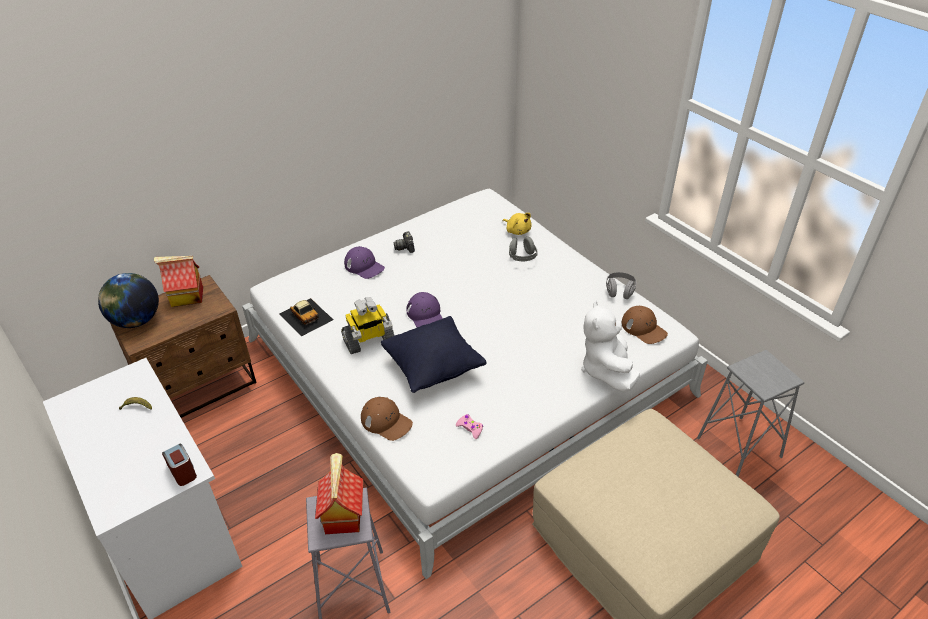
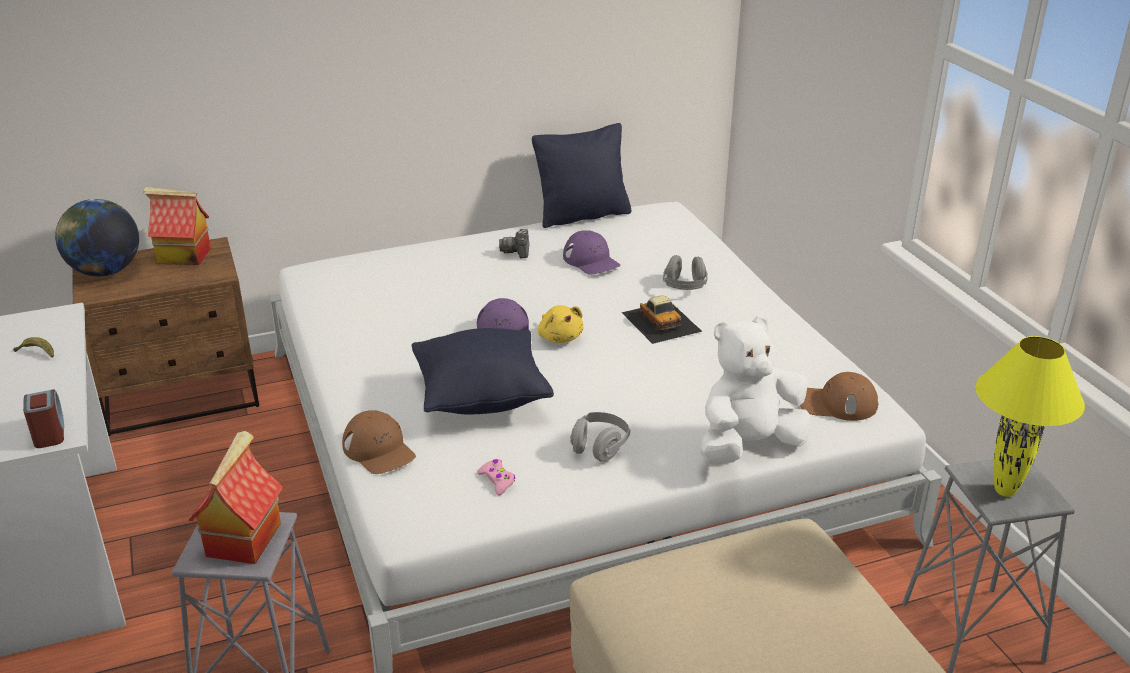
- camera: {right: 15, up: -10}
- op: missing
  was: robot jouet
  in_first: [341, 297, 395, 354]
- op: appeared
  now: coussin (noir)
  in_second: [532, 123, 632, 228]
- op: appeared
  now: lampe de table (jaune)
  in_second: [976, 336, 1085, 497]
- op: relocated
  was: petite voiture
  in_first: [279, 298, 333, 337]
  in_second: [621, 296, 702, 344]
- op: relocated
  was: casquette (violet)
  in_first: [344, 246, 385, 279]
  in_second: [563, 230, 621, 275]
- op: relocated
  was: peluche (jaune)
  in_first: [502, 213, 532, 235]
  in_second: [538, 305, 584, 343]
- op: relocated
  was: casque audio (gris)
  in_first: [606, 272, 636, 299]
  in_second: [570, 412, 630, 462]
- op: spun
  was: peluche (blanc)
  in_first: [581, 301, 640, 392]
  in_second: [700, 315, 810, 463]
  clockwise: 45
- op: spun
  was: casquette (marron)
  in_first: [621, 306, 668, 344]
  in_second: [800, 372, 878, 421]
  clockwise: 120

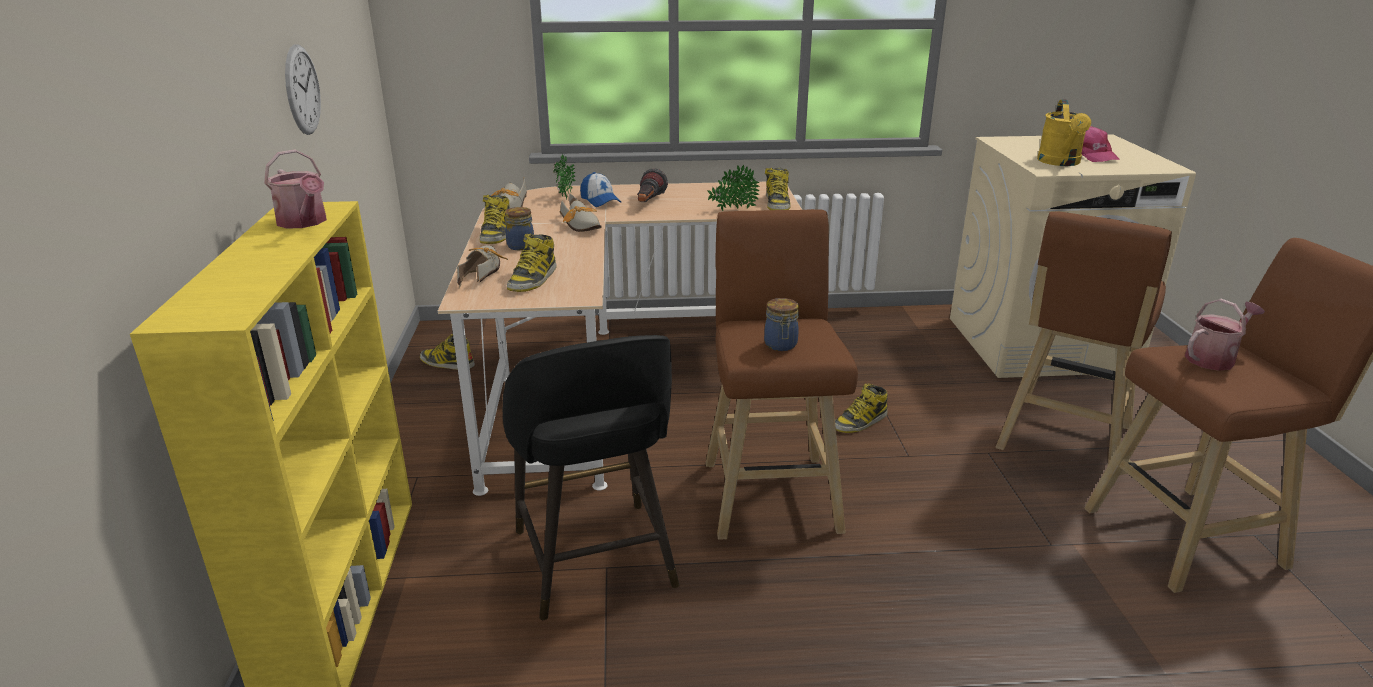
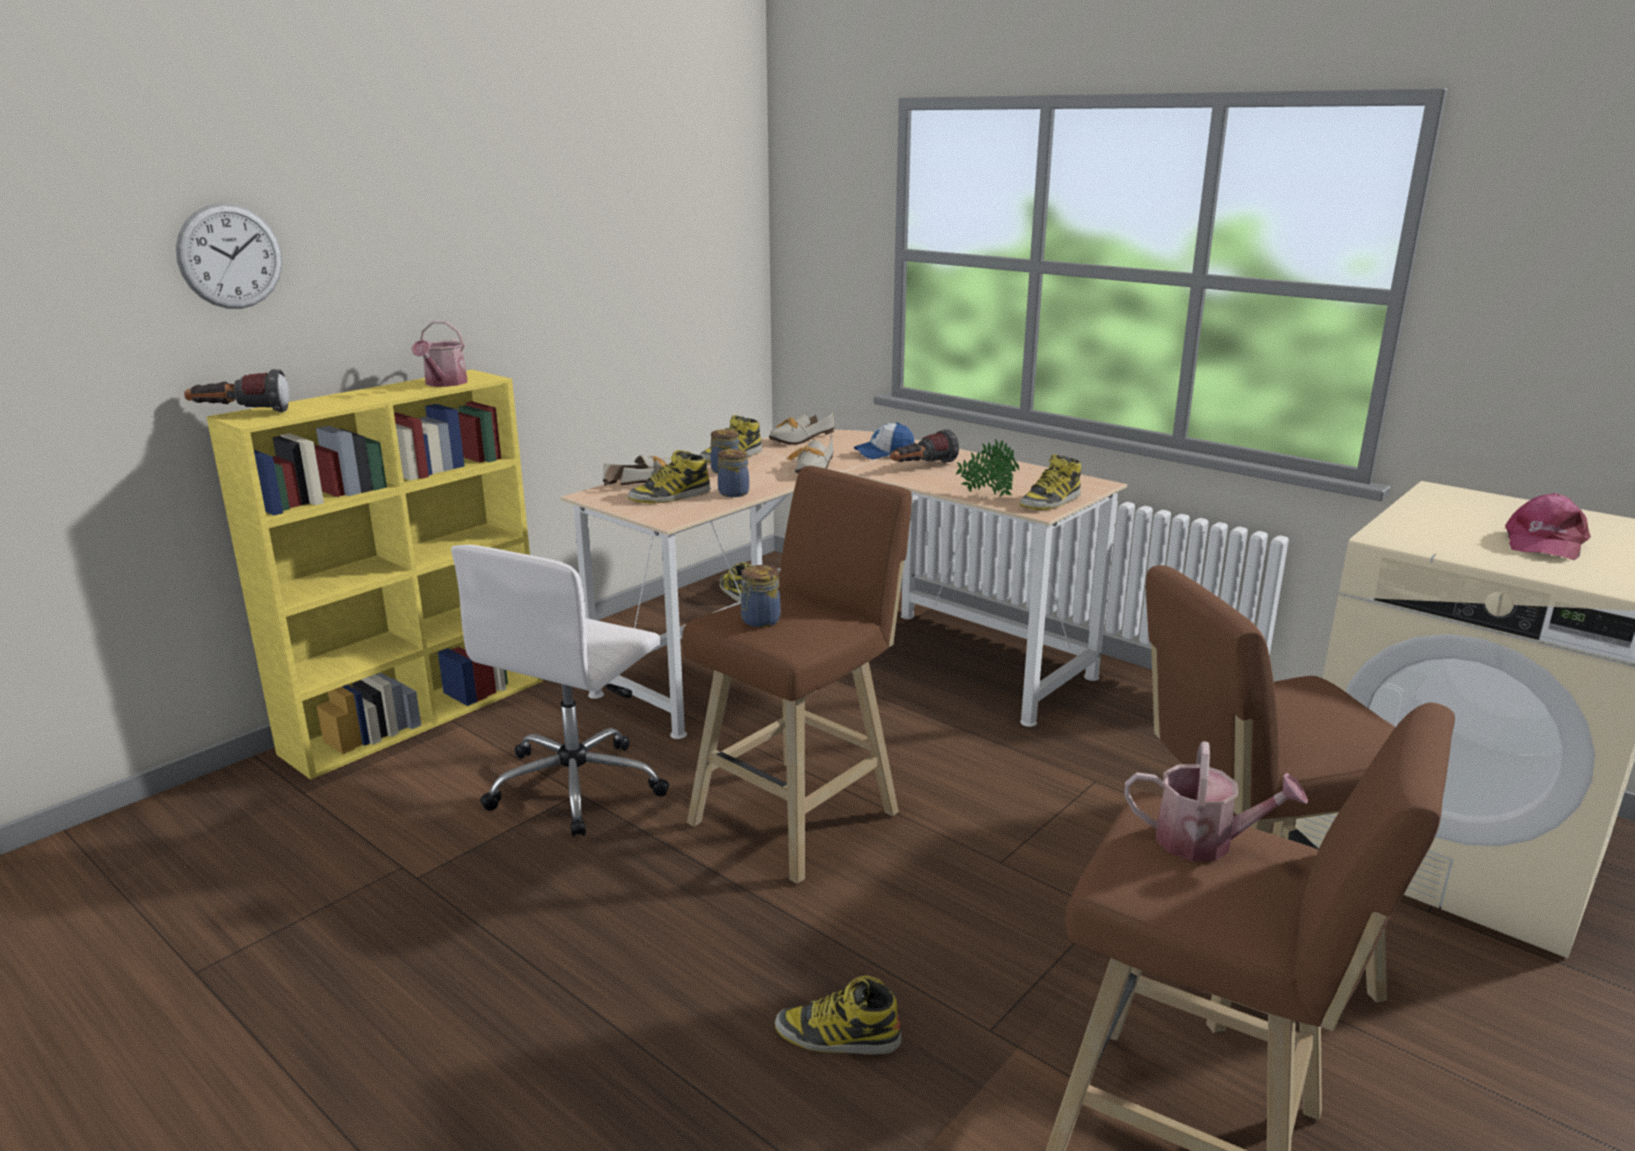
- camera: {right: 45, up: -5}
- op: missing
  was: plante en pot
  in_first: [553, 154, 576, 200]
- op: missing
  was: arrosoir (jaune)
  in_first: [1037, 99, 1091, 166]
- op: appeared
  now: lampe de poche
  in_second: [184, 369, 289, 412]
- op: appeared
  now: bocal
  in_second: [718, 449, 749, 497]
- op: relocated
  was: horloge murale
  in_first: [285, 44, 321, 135]
  in_second: [176, 203, 282, 309]
- op: relocated
  was: botte
  in_first: [835, 384, 888, 433]
  in_second: [775, 975, 901, 1055]
- op: exchanged
  was: tabouret (noir)
  now: chaise de bureau (blanc)
  in_first: [503, 335, 679, 620]
  in_second: [451, 545, 669, 837]
- op: spun
  was: casquette
  in_first: [580, 172, 621, 207]
  in_second: [854, 422, 915, 459]
  clockwise: 60

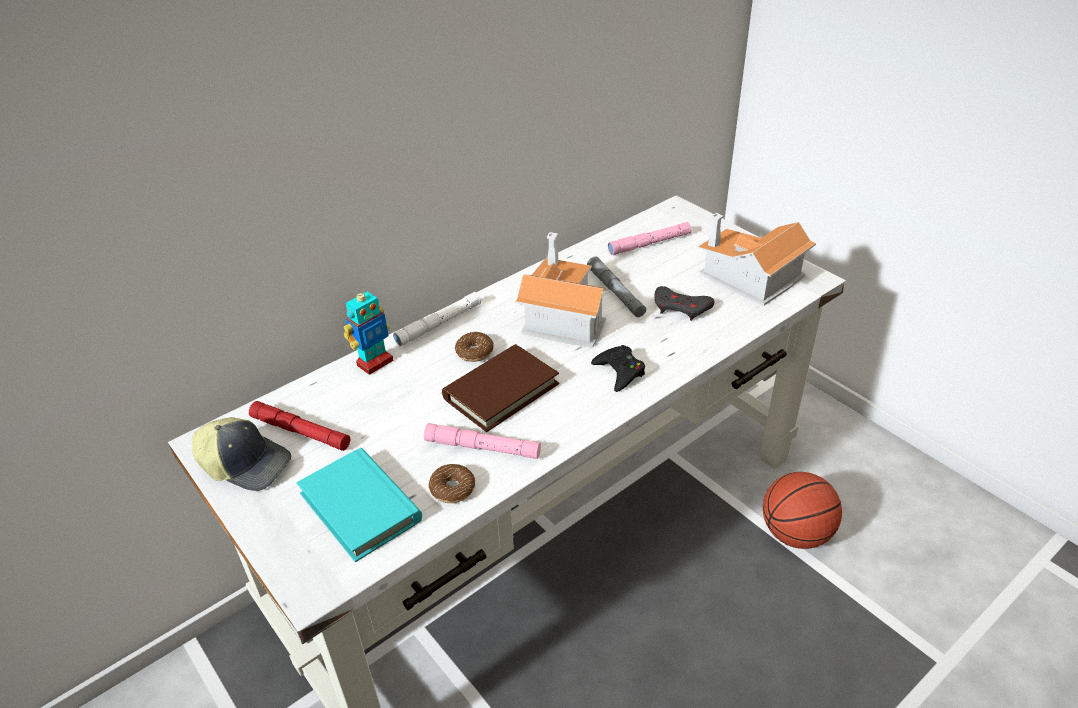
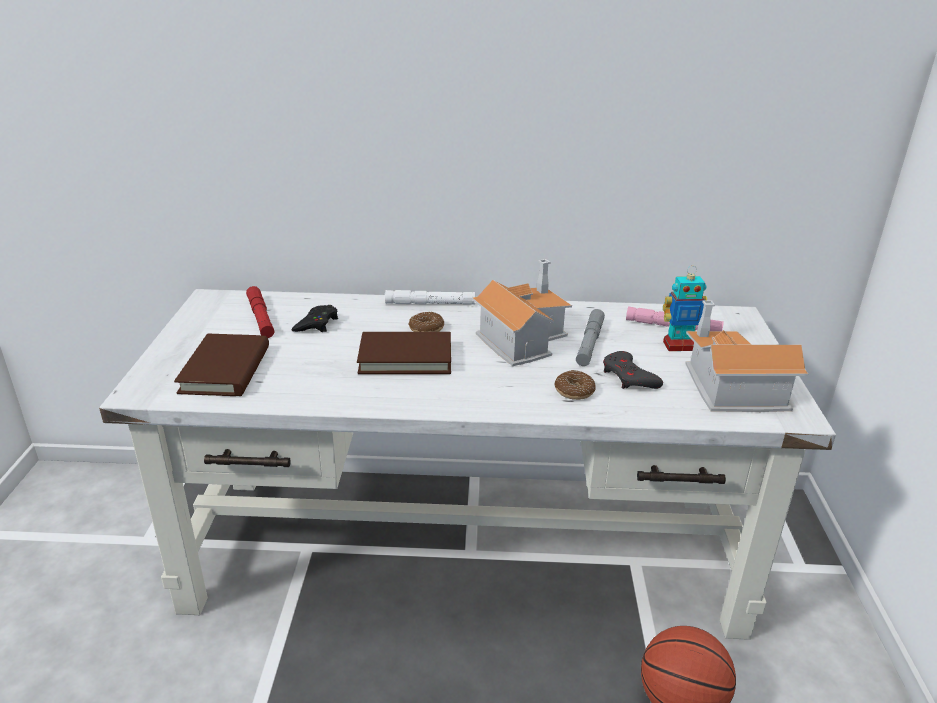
- camera: {right: 40, up: -10}
- op: missing
  was: casquette
  in_first: [192, 417, 291, 491]
- op: missing
  was: lampe de poche (rose)
  in_first: [424, 423, 541, 459]
- op: relocated
  was: robot jouet
  in_first: [344, 286, 393, 375]
  in_second: [663, 266, 707, 351]
- op: relocated
  was: beignet
  in_first: [429, 464, 475, 503]
  in_second: [554, 370, 596, 400]
- op: relocated
  was: manette (noir)
  in_first: [591, 345, 645, 392]
  in_second: [292, 305, 338, 332]
- op: colour
  was: livre (turquoise)
  now: livre (marron)
  in_first: [297, 448, 422, 562]
  in_second: [174, 334, 269, 396]

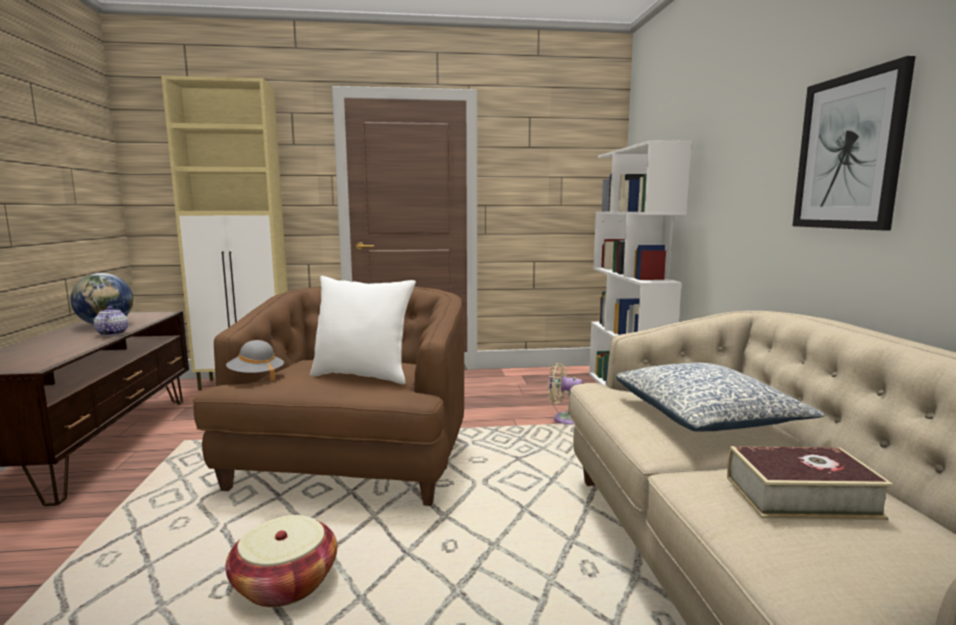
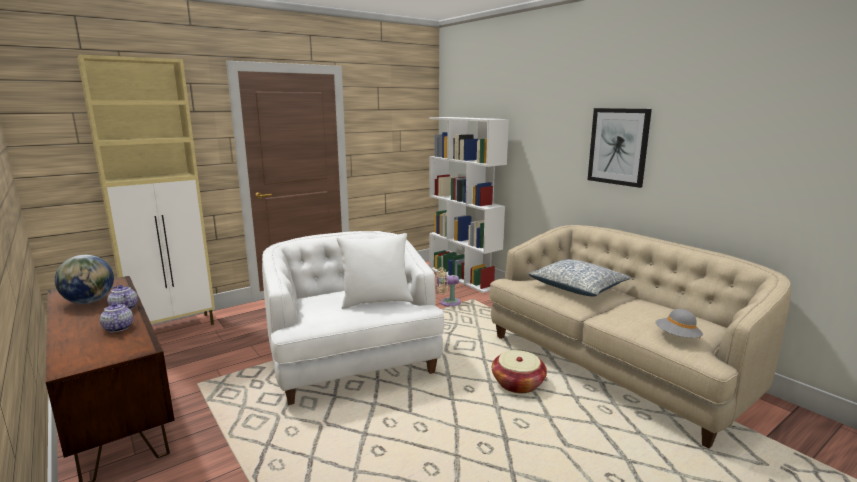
- camera: {right: -30, up: 5}
- op: missing
  was: livre
  in_first: [727, 446, 893, 520]
- op: appeared
  now: théière
  in_second: [100, 302, 133, 332]
- op: relocated
  was: chapeau (gris)
  in_first: [226, 340, 284, 381]
  in_second: [656, 309, 703, 338]
- op: relocated
  was: panier
  in_first: [226, 515, 337, 607]
  in_second: [492, 350, 547, 393]
- op: colour
  was: fauteuil (marron)
  now: fauteuil (blanc)
  in_first: [193, 287, 464, 506]
  in_second: [262, 231, 444, 405]

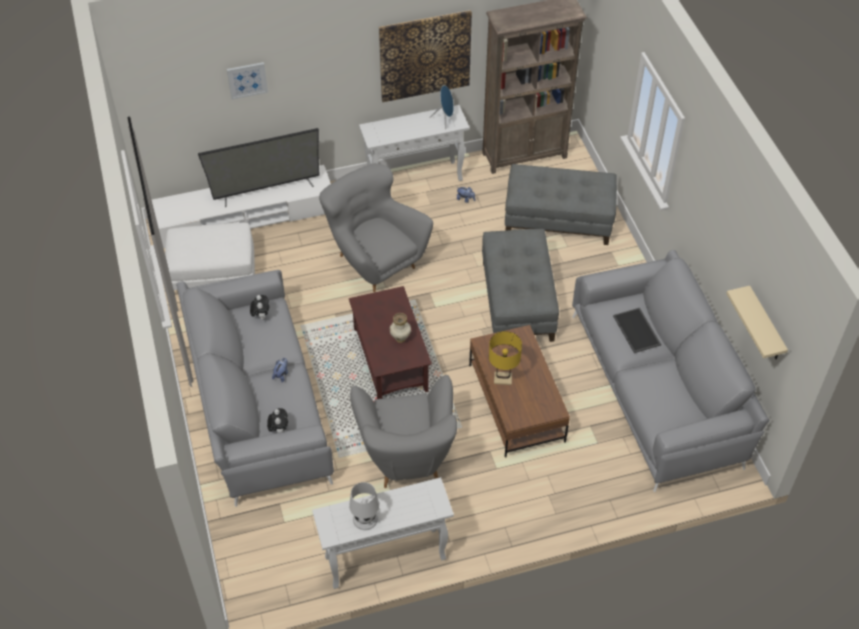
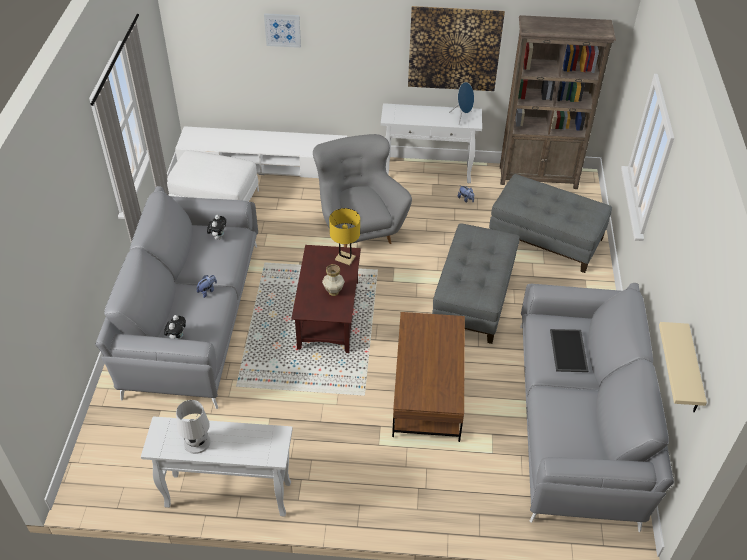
- camera: {right: 20, up: -5}
- op: missing
  was: téléviseur
  in_first: [198, 128, 320, 207]
- op: missing
  was: fauteuil (gris)
  in_first: [350, 375, 457, 488]
- op: relocated
  was: lampe de table (jaune)
  in_first: [489, 331, 522, 385]
  in_second: [329, 208, 360, 265]

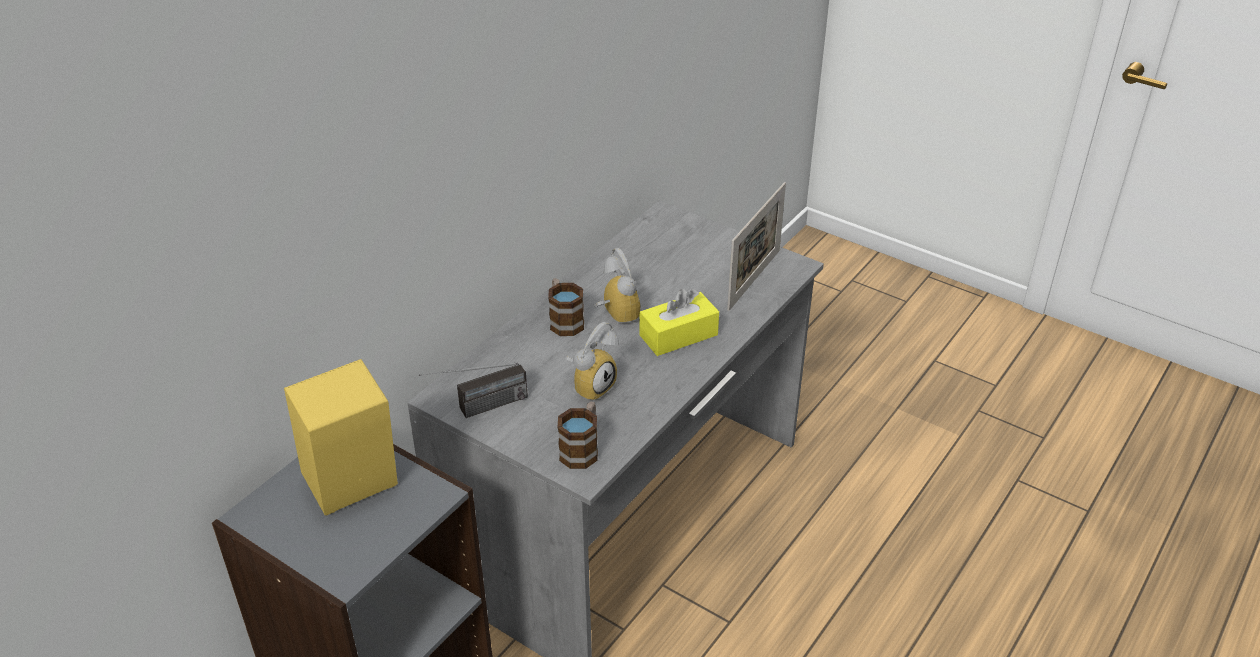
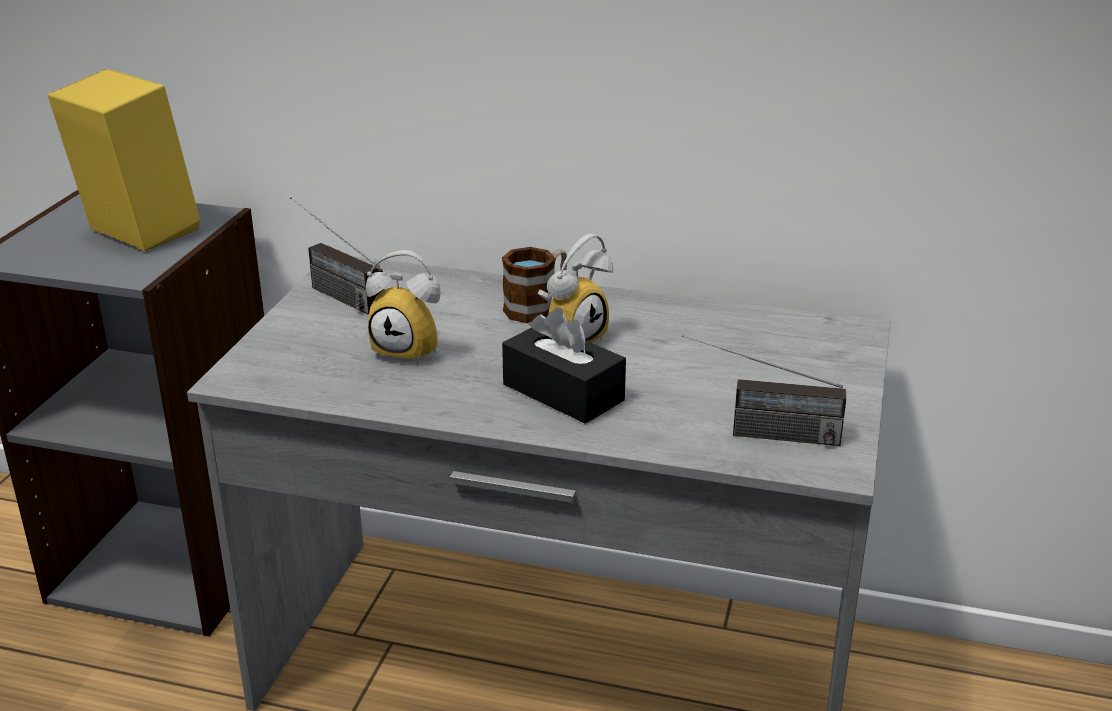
- camera: {right: 70, up: -10}
- op: missing
  was: mug
  in_first: [558, 402, 598, 469]
- op: exchanged
  was: cadre photo
  now: radio
  in_first: [727, 182, 786, 311]
  in_second: [682, 335, 846, 446]
- op: colour
  was: boîte à mouchoirs (jaune)
  now: boîte à mouchoirs (noir)
  in_first: [639, 288, 719, 356]
  in_second: [502, 308, 626, 424]

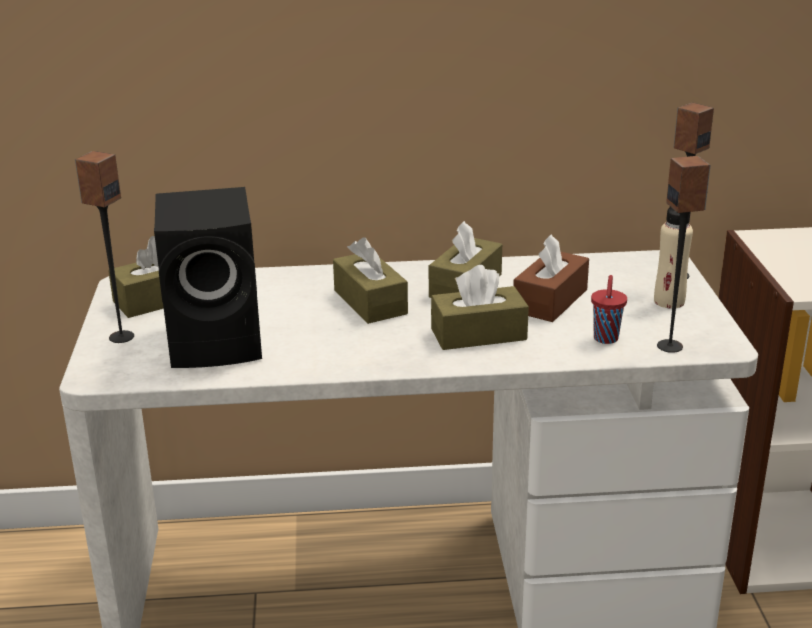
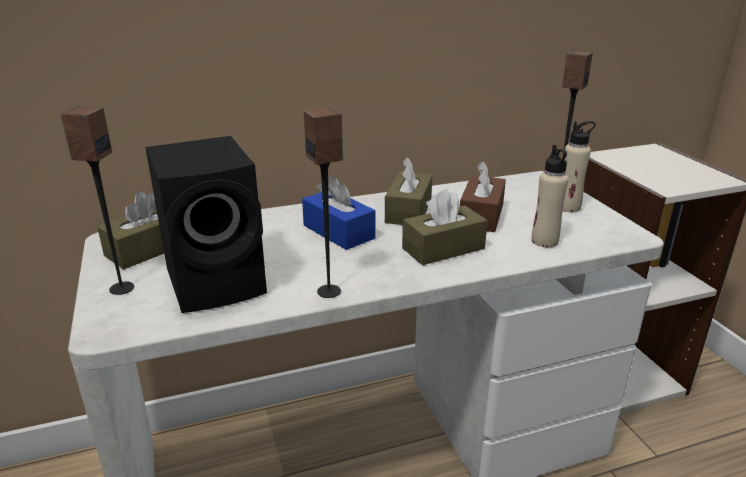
- camera: {right: -15, up: 0}
- op: relocated
  was: enceinte
  in_first: [657, 156, 710, 353]
  in_second: [304, 107, 343, 298]
- op: exchanged
  was: tasse (rouge)
  now: bouteille (beige)
  in_first: [591, 275, 627, 344]
  in_second: [531, 145, 569, 247]
- op: colour
  was: boîte à mouchoirs (marron)
  now: boîte à mouchoirs (bleu)
  in_first: [333, 237, 408, 324]
  in_second: [302, 176, 376, 250]

